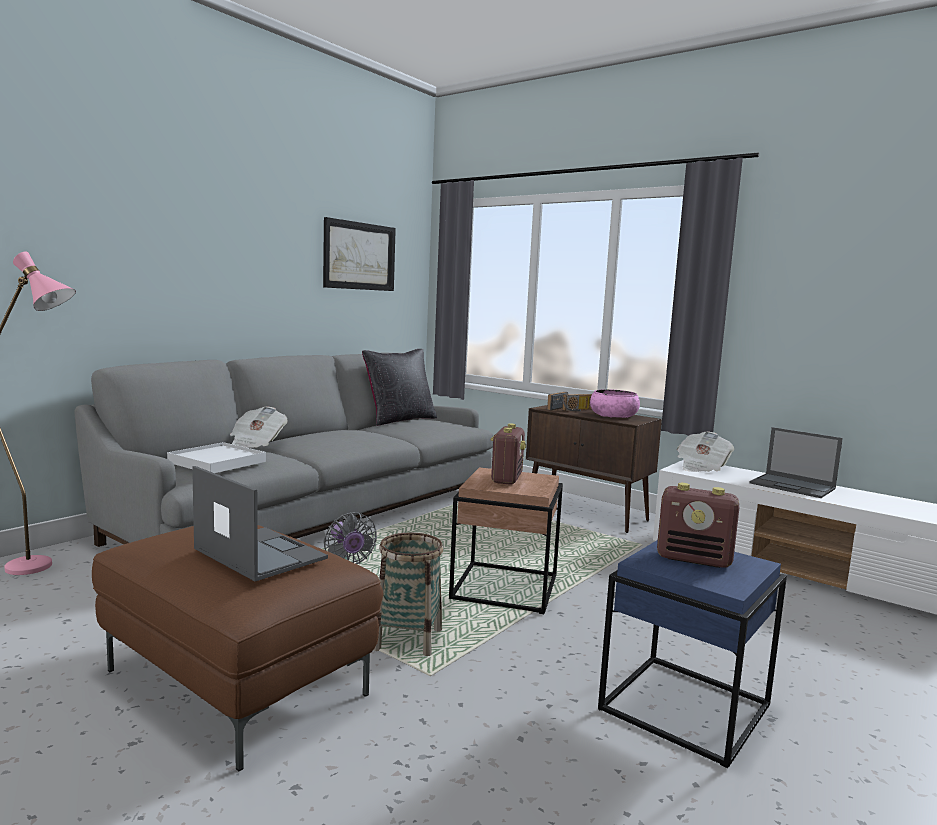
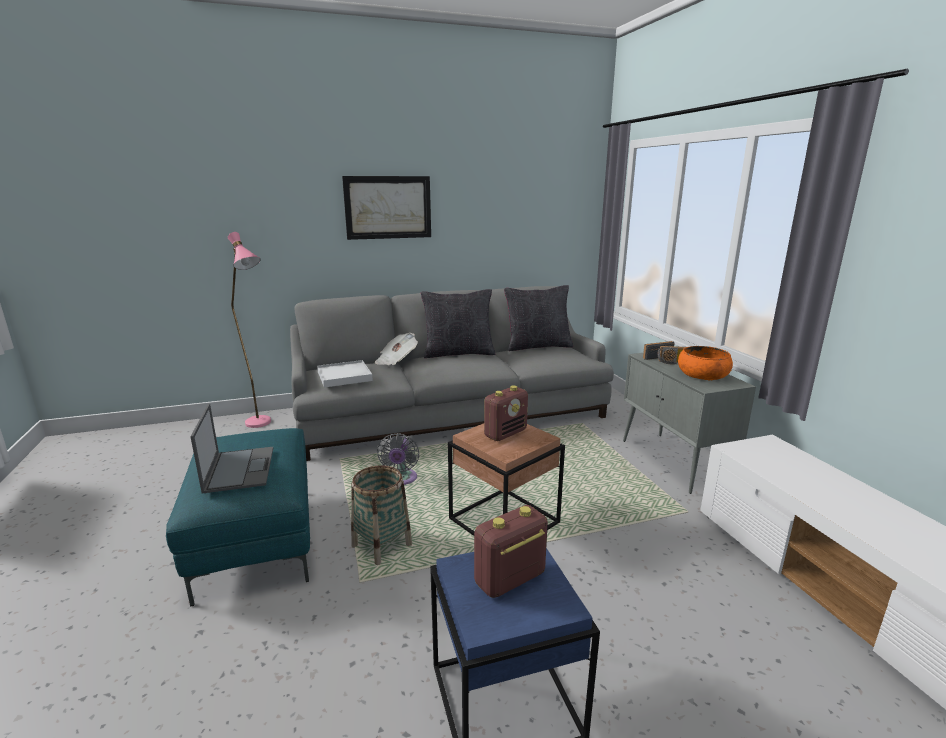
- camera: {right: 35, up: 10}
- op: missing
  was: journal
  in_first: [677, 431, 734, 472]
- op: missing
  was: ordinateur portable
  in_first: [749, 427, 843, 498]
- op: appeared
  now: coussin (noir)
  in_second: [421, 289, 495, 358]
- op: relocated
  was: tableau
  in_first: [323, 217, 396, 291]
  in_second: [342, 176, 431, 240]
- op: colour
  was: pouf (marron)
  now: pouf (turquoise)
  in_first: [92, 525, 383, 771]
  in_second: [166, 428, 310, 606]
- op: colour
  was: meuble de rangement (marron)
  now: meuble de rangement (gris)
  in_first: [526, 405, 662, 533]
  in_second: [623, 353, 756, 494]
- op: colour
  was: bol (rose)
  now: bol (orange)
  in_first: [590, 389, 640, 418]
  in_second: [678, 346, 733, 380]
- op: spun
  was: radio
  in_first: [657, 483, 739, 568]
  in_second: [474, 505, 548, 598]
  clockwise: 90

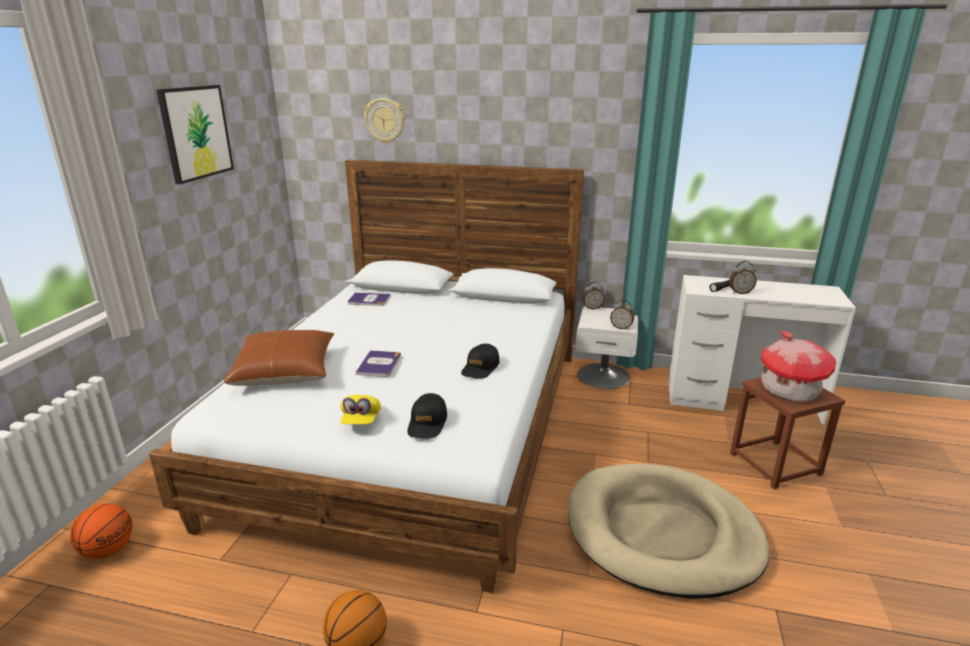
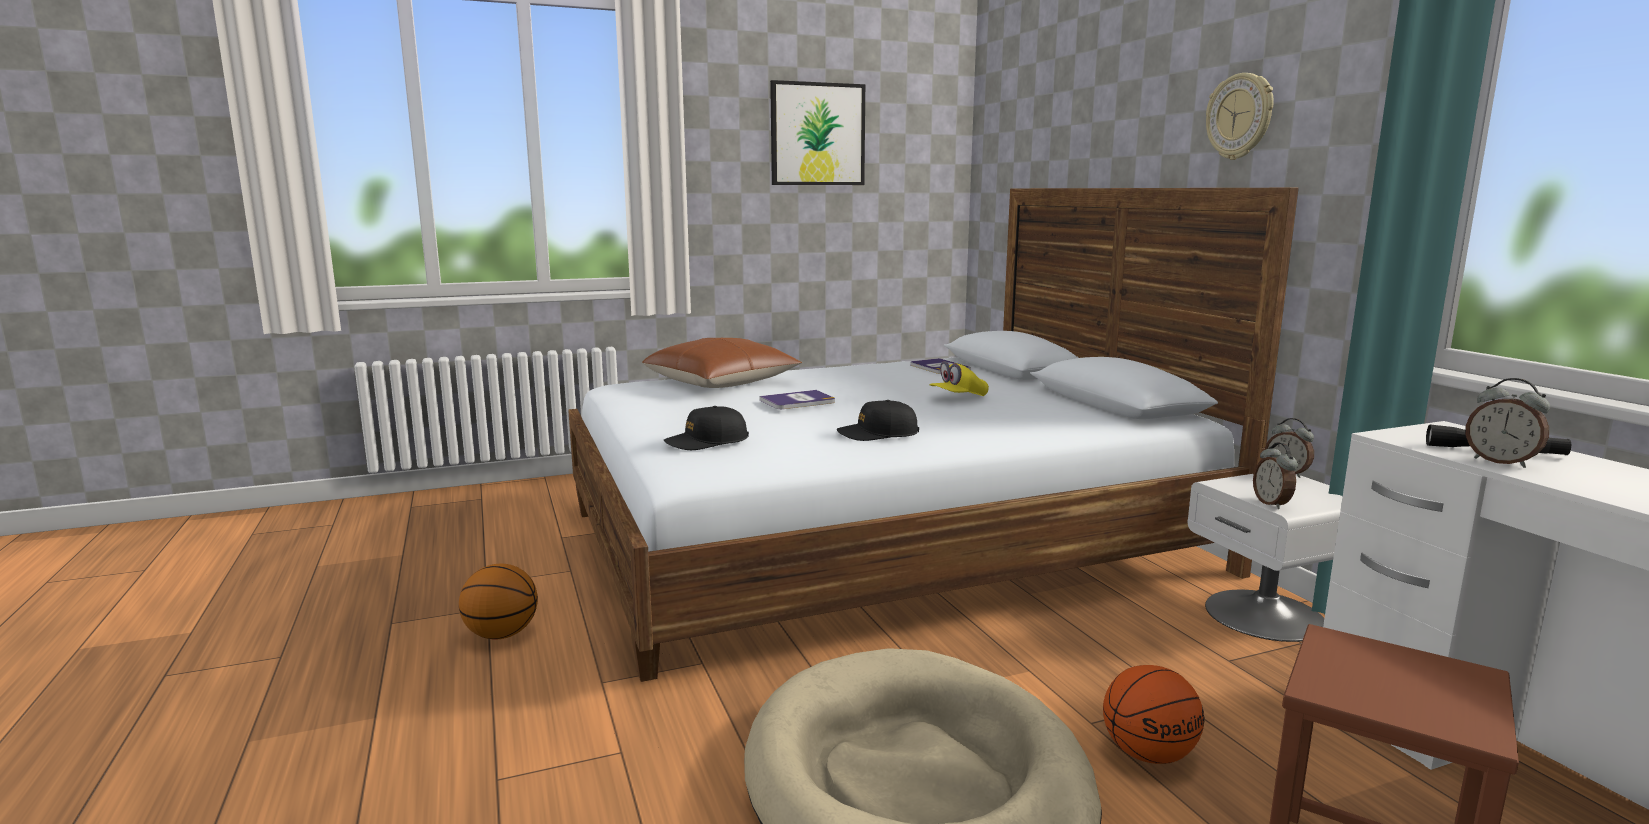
- camera: {right: 55, up: -10}
- op: missing
  was: maison miniature
  in_first: [761, 331, 836, 402]
- op: relocated
  was: ballon de basket
  in_first: [71, 504, 132, 559]
  in_second: [1103, 665, 1205, 764]
- op: relocated
  was: casquette (jaune)
  in_first: [341, 395, 381, 424]
  in_second: [929, 361, 989, 396]
- op: relocated
  was: horloge murale
  in_first: [364, 98, 405, 144]
  in_second: [1206, 73, 1274, 160]

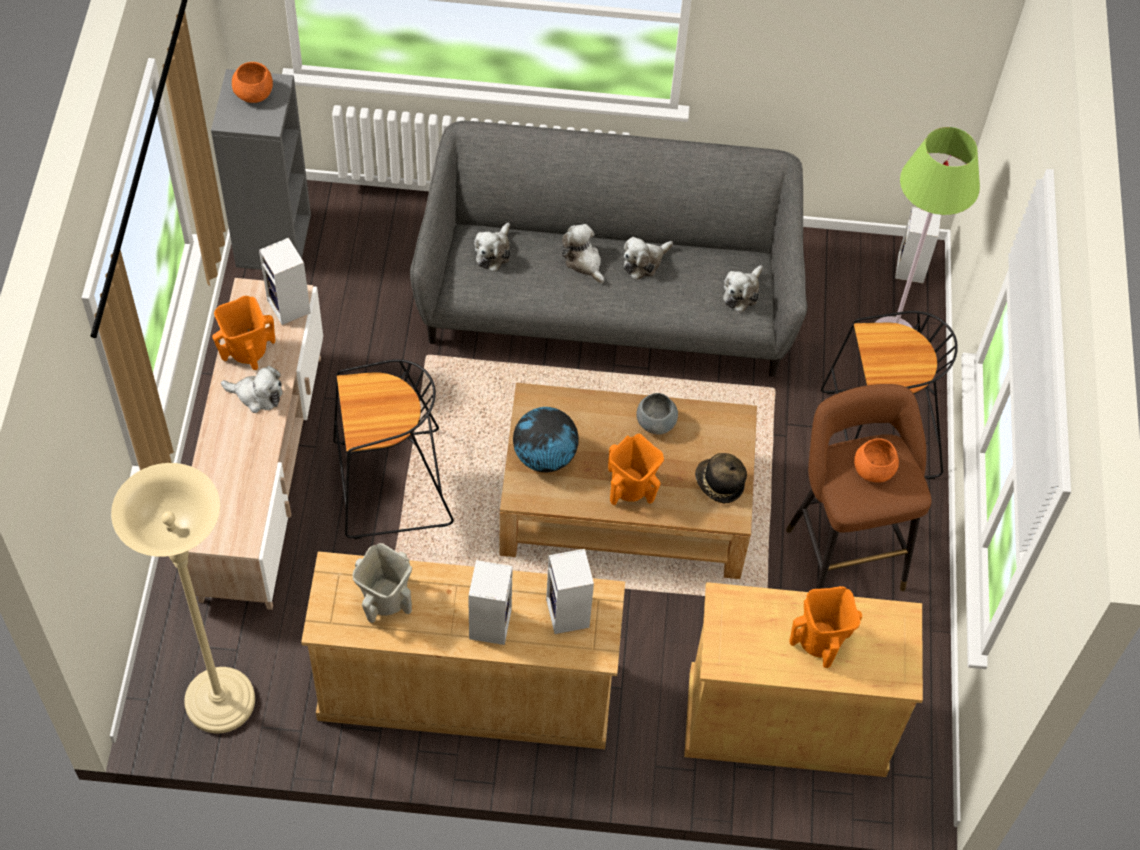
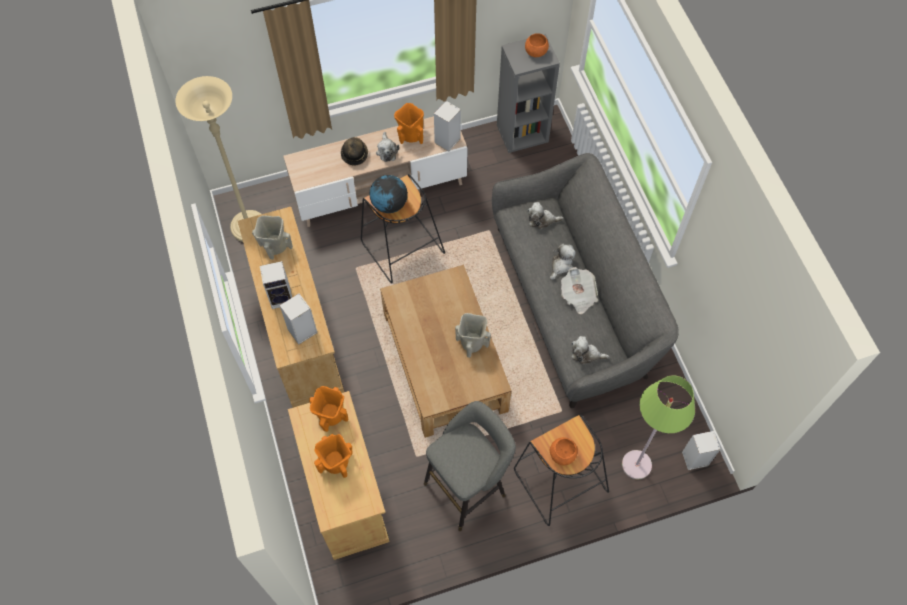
- camera: {right: 70, up: 5}
- op: relocated
  was: globe
  in_first: [513, 407, 579, 472]
  in_second: [369, 175, 408, 213]
- op: relocated
  was: vase (orange)
  in_first: [608, 434, 664, 505]
  in_second: [309, 386, 348, 432]
- op: relocated
  was: chapeau
  in_first: [695, 453, 747, 503]
  in_second: [341, 137, 368, 165]
- op: relocated
  was: bol (orange)
  in_first: [854, 438, 899, 483]
  in_second: [550, 437, 578, 465]
- op: exchanged
  was: peluche
  now: journal
  in_first: [623, 237, 673, 280]
  in_second: [561, 267, 598, 314]
- op: exchanged
  was: bol (gris)
  now: vase (beige)
  in_first: [636, 393, 678, 435]
  in_second: [455, 313, 491, 358]
- op: colour
  was: tabouret (marron)
  now: tabouret (gris)
  in_first: [786, 384, 932, 591]
  in_second: [424, 401, 516, 531]

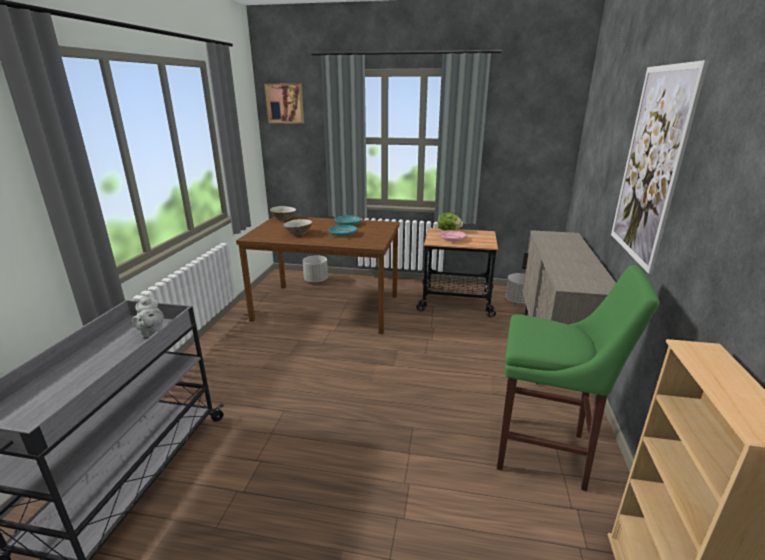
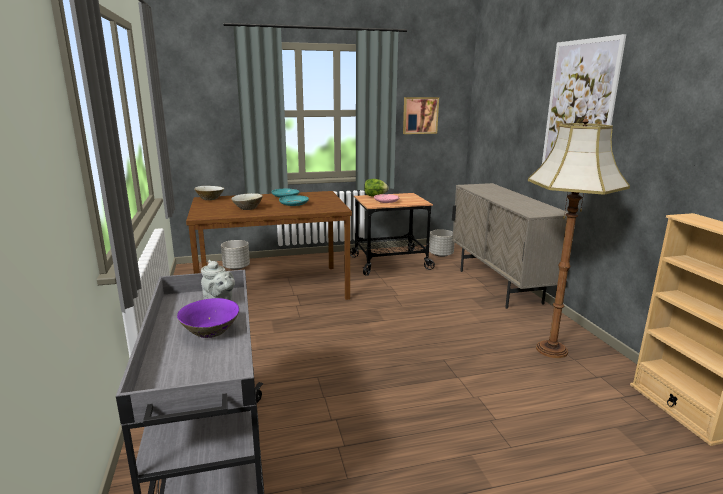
- camera: {right: -25, up: -5}
- op: appeared
  now: bol (violet)
  in_second: [177, 298, 239, 338]
- op: relocated
  was: tableau
  in_first: [264, 83, 304, 124]
  in_second: [403, 97, 439, 134]
- op: exchanged
  was: tabouret (vert)
  now: lampadaire
  in_first: [497, 265, 660, 491]
  in_second: [528, 116, 630, 358]

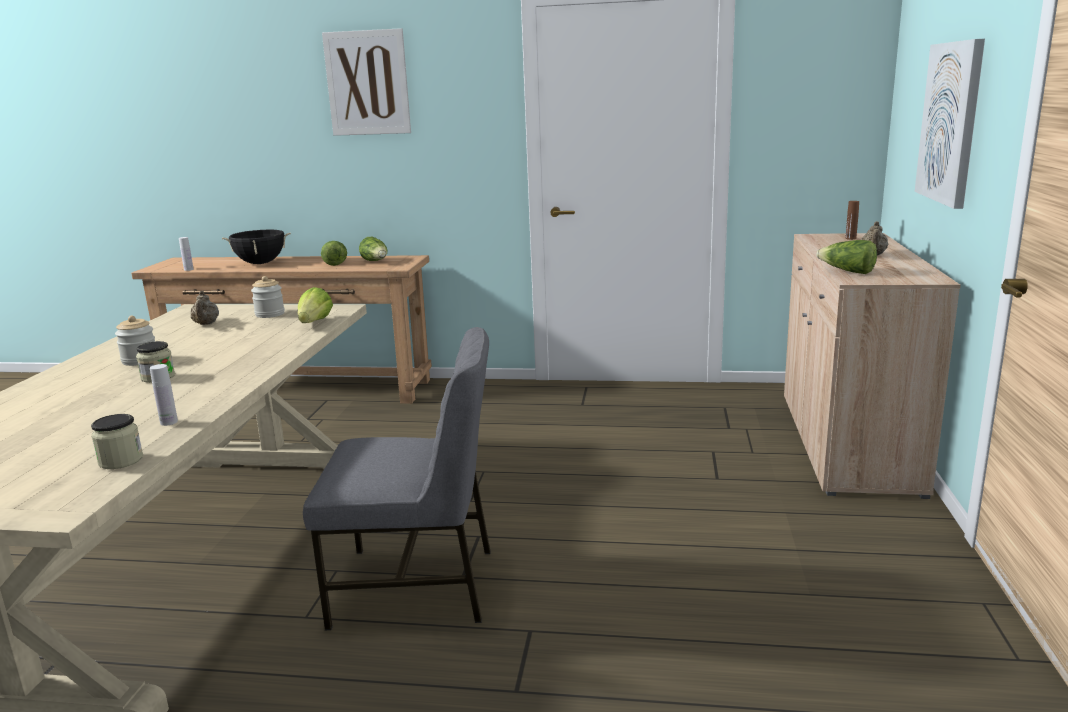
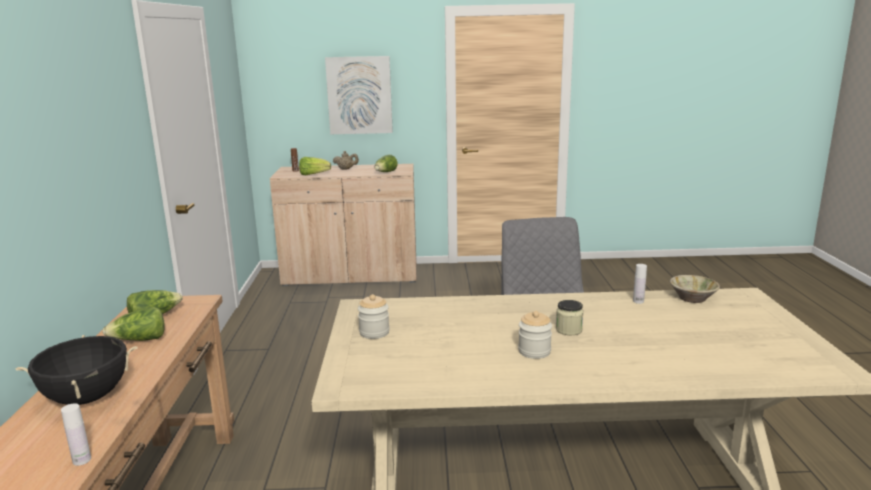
- camera: {right: -100, up: 0}
- op: missing
  was: théière (beige)
  in_first: [191, 291, 219, 325]
- op: missing
  was: tableau
  in_first: [322, 28, 411, 136]
- op: relocated
  was: laitue
  in_first: [298, 287, 333, 323]
  in_second: [299, 157, 331, 175]
- op: exchanged
  was: bocal
  now: bol (beige)
  in_first: [91, 414, 143, 469]
  in_second: [670, 275, 720, 303]

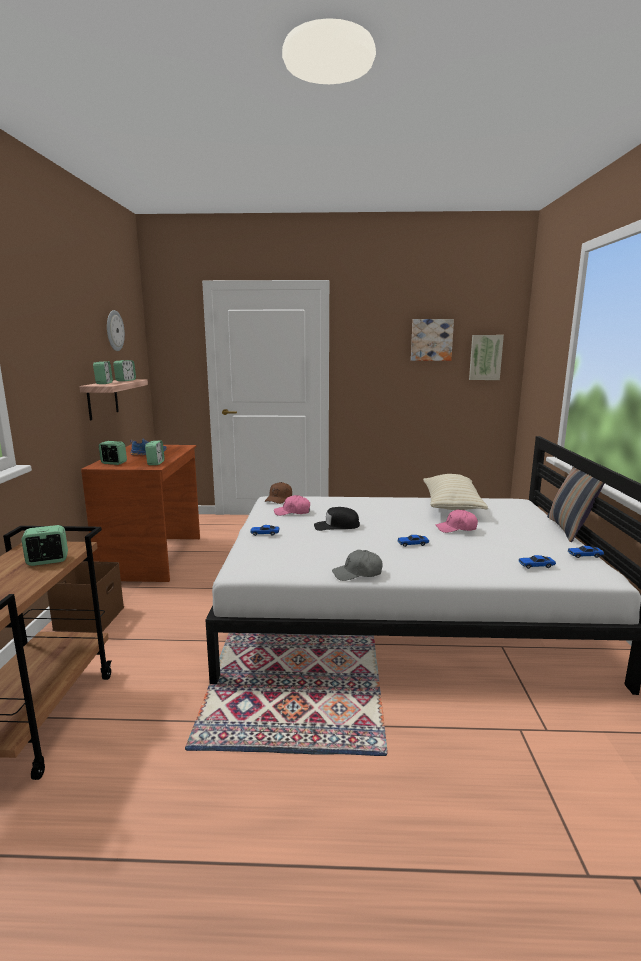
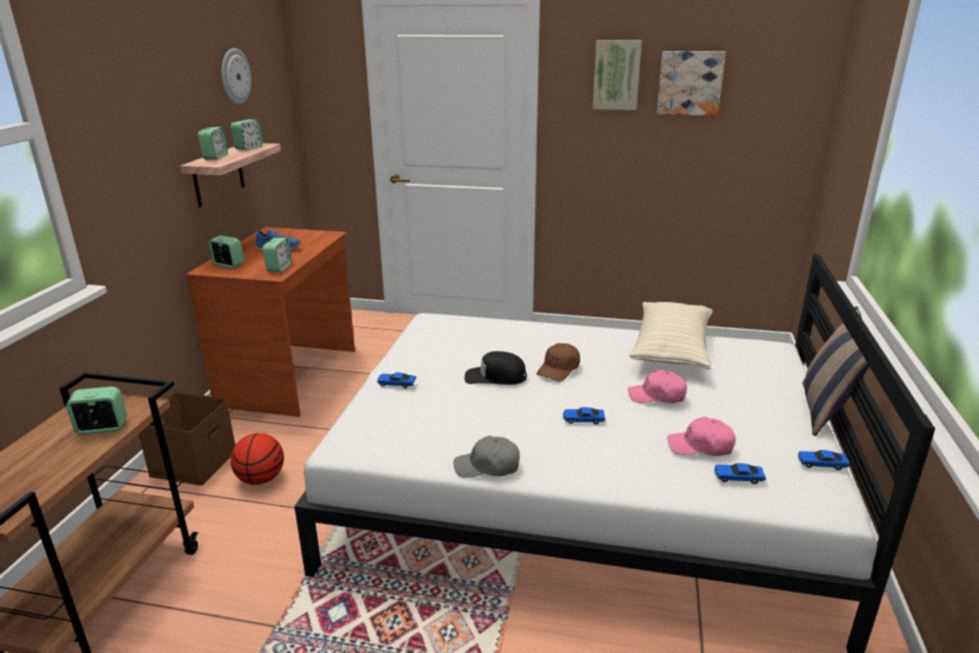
- camera: {right: 10, up: 10}
- op: appeared
  now: ballon de basket
  in_second: [230, 433, 284, 485]
- op: relocated
  was: casquette (marron)
  in_first: [265, 482, 292, 504]
  in_second: [537, 343, 580, 381]
- op: relocated
  was: casquette (rose)
  in_first: [274, 495, 310, 516]
  in_second: [667, 417, 736, 456]
- op: relocated
  was: tableau
  in_first: [469, 335, 504, 380]
  in_second: [592, 40, 642, 110]

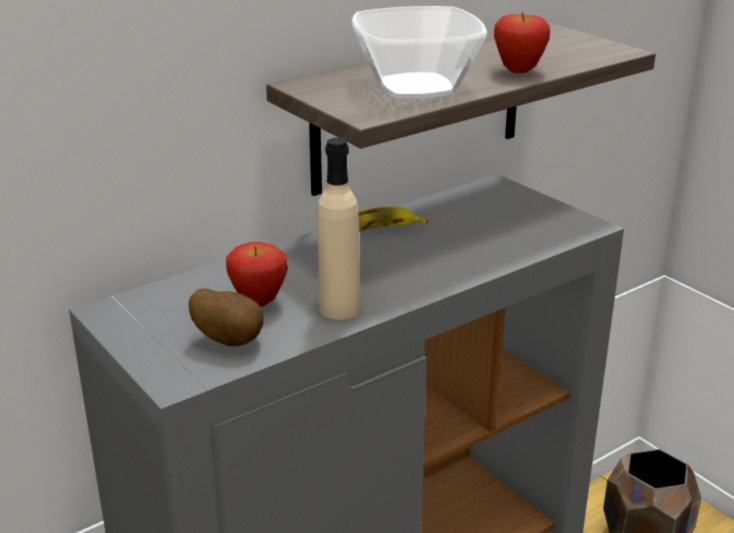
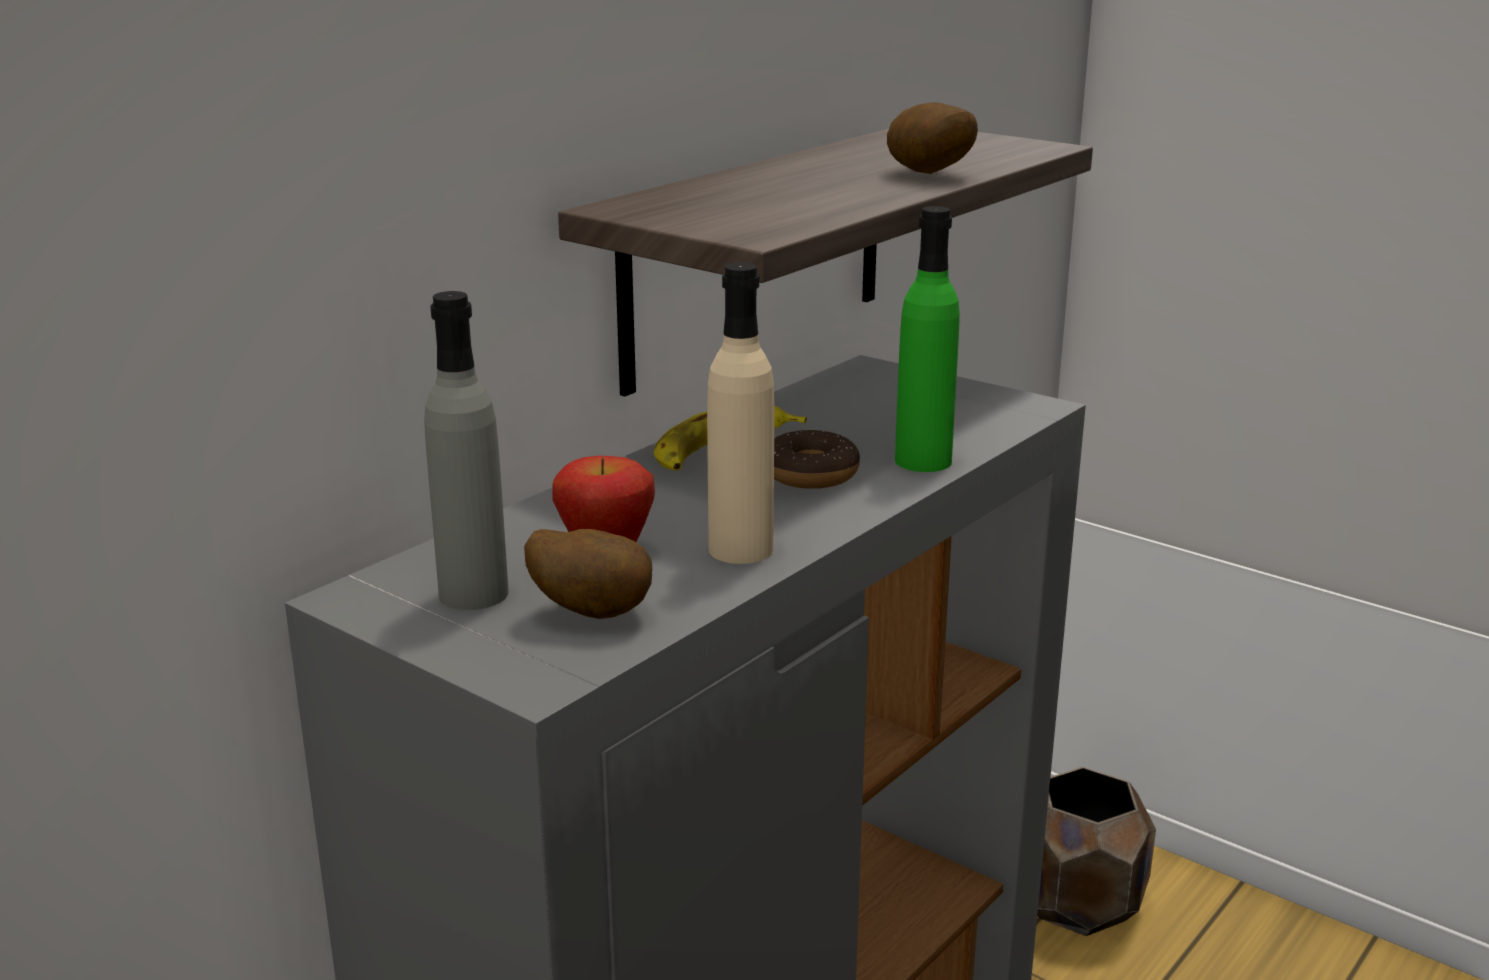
- camera: {right: -15, up: -5}
- op: missing
  was: bol
  in_first: [352, 6, 487, 99]
- op: appeared
  now: bouteille (gris)
  in_second: [424, 291, 509, 610]
- op: appeared
  now: beignet
  in_second: [774, 429, 860, 489]
- op: appeared
  now: bouteille (vert)
  in_second: [895, 206, 960, 472]
- op: exchanged
  was: pomme
  now: pomme de terre
  in_first: [494, 12, 550, 73]
  in_second: [887, 102, 978, 174]

